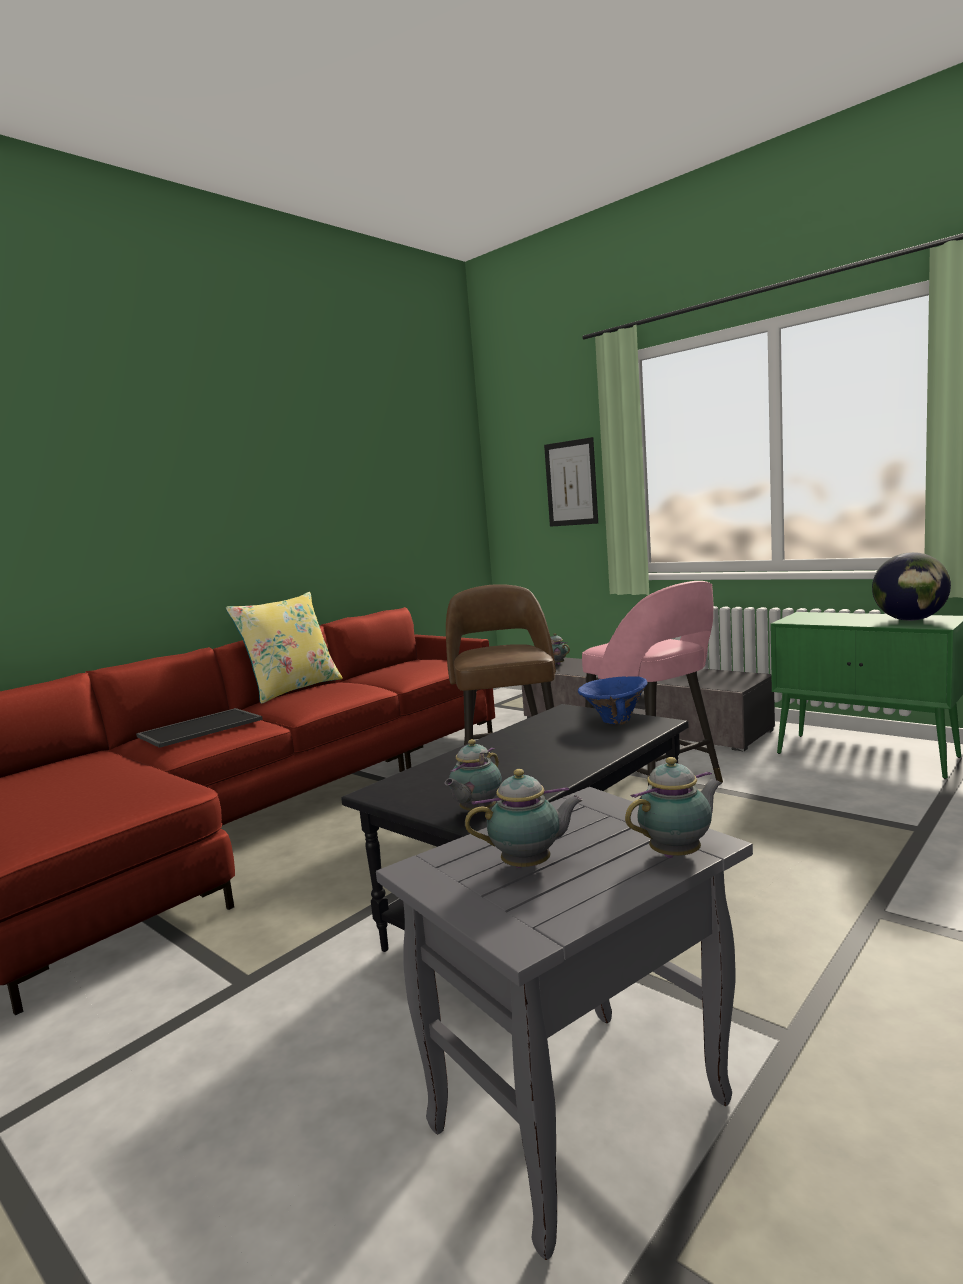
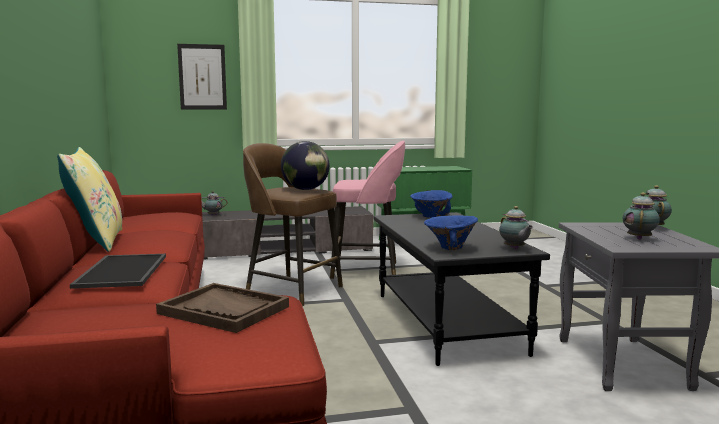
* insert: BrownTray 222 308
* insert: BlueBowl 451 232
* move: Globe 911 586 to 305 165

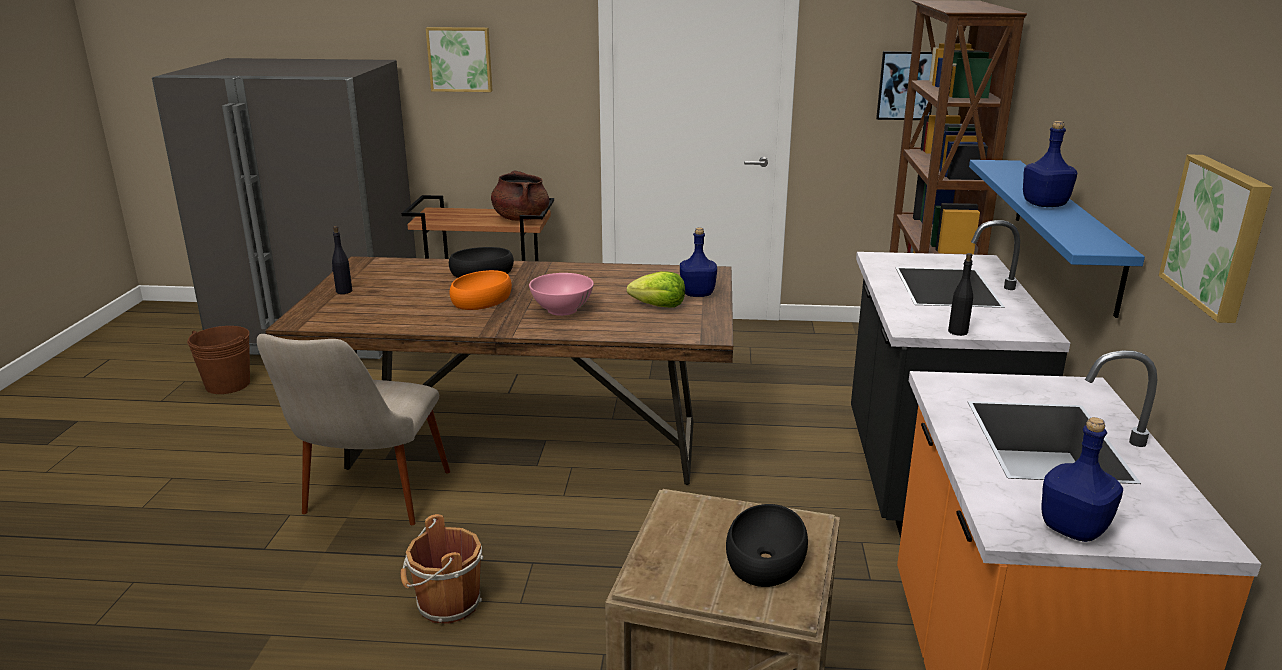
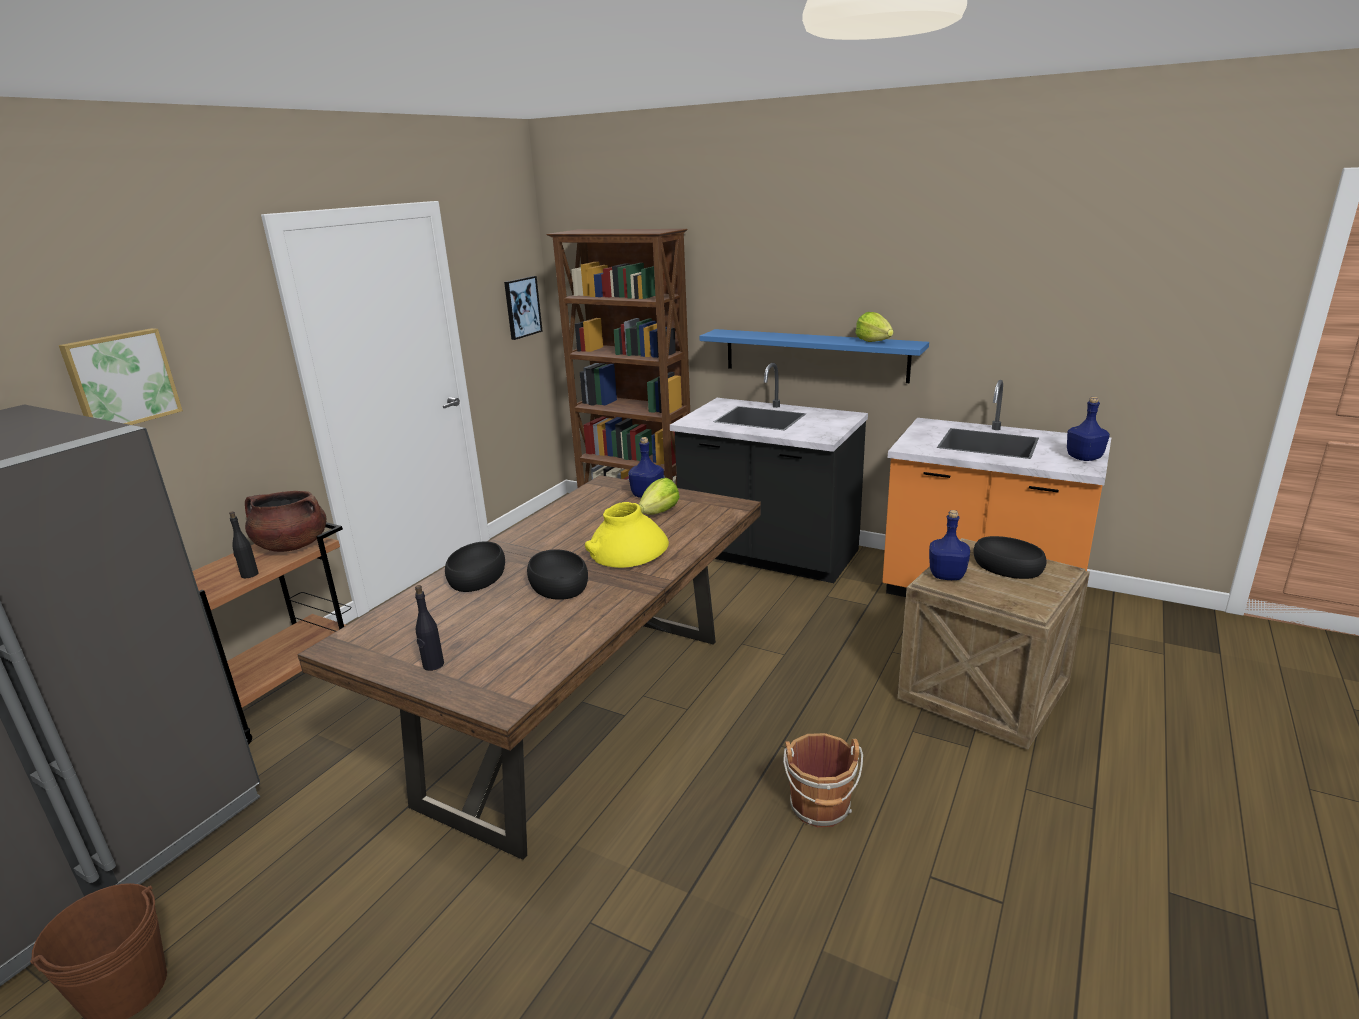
* delete: BeigeChair 353 429
* delete: Picture 1216 238
* insert: Lettuce 874 327
* move: BlackBottle 960 294 to 243 544
* move: BlueBottle 1050 164 to 949 545
* replace: PinkBowl 561 294 to YellowVase 627 535
* recolor: OrangeBowl 481 290 to BlackBowl 557 574

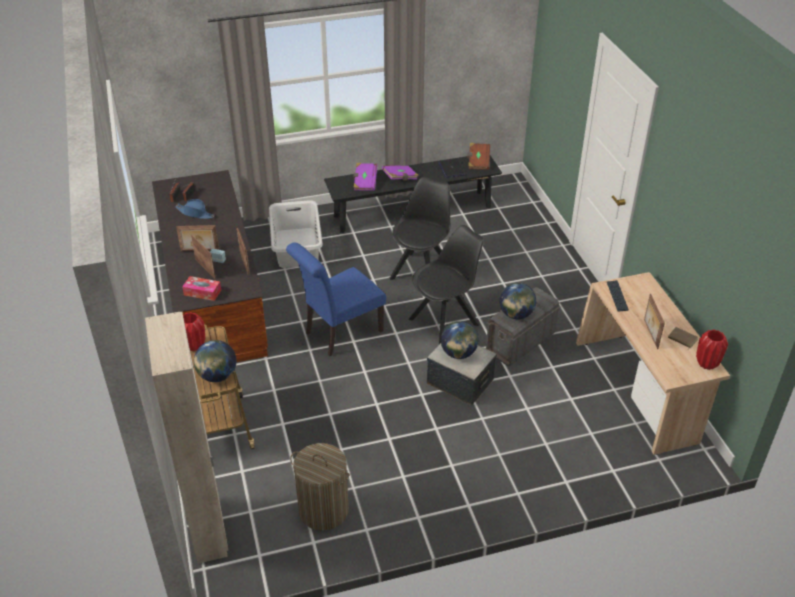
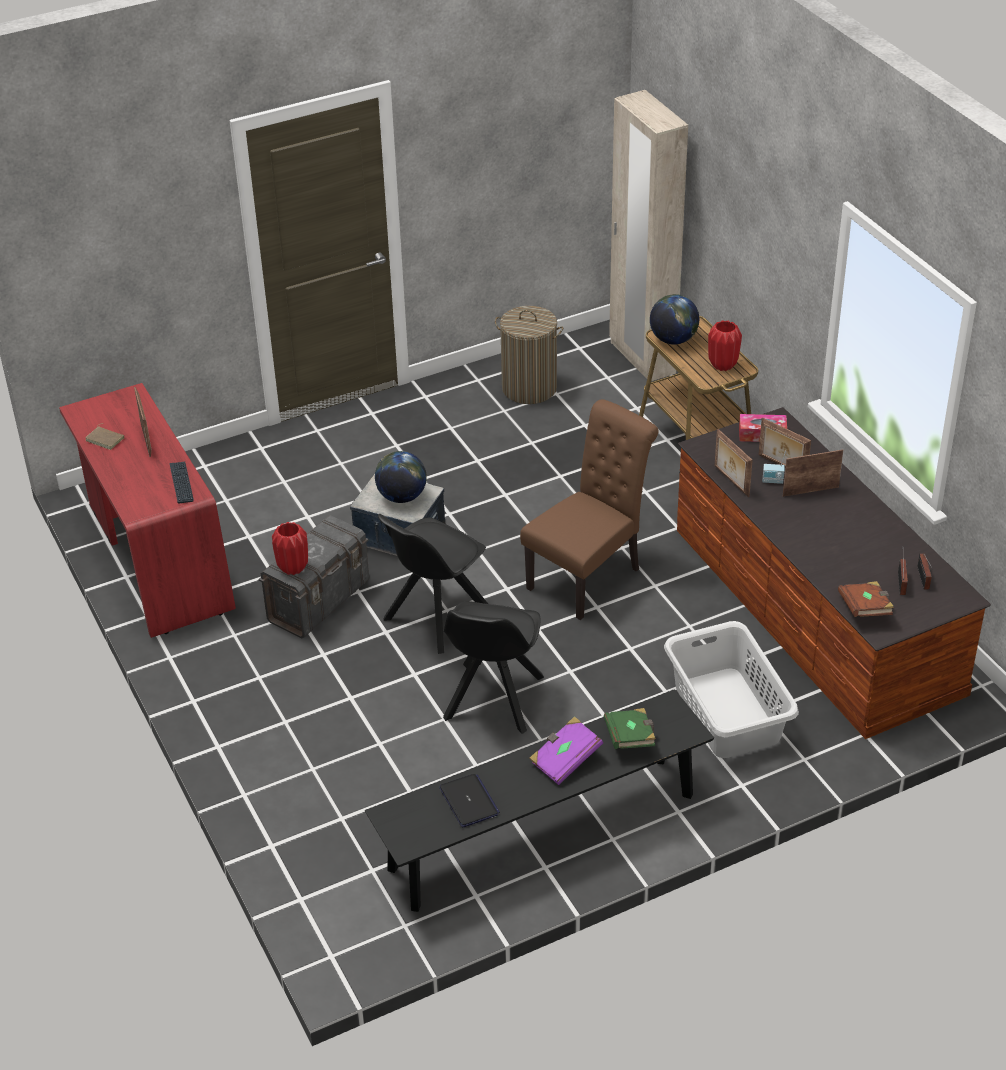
* delete: BlueHat 195 209
* delete: Globe 518 301
* move: BrownBook 478 156 to 866 599
* move: RedVase 712 349 to 290 548
* recolor: BlueChair 336 299 to BrownChair 589 509
* recolor: PurpleBook 365 177 to GreenBook 630 728
* recolor: BeigeDesk 653 363 to RedDesk 147 510

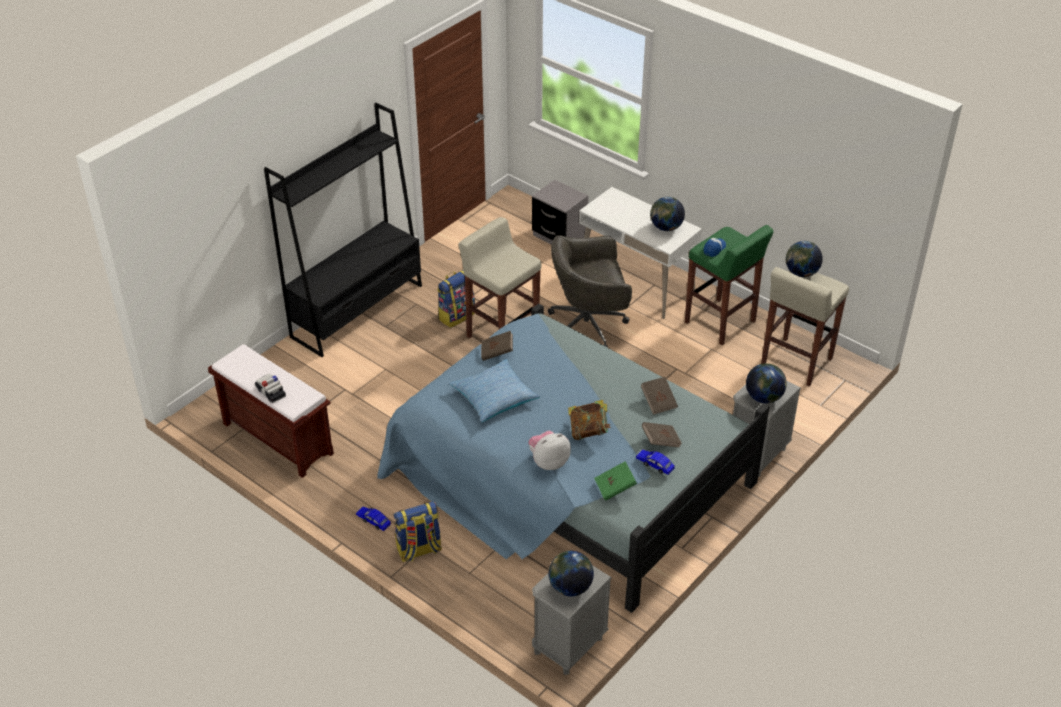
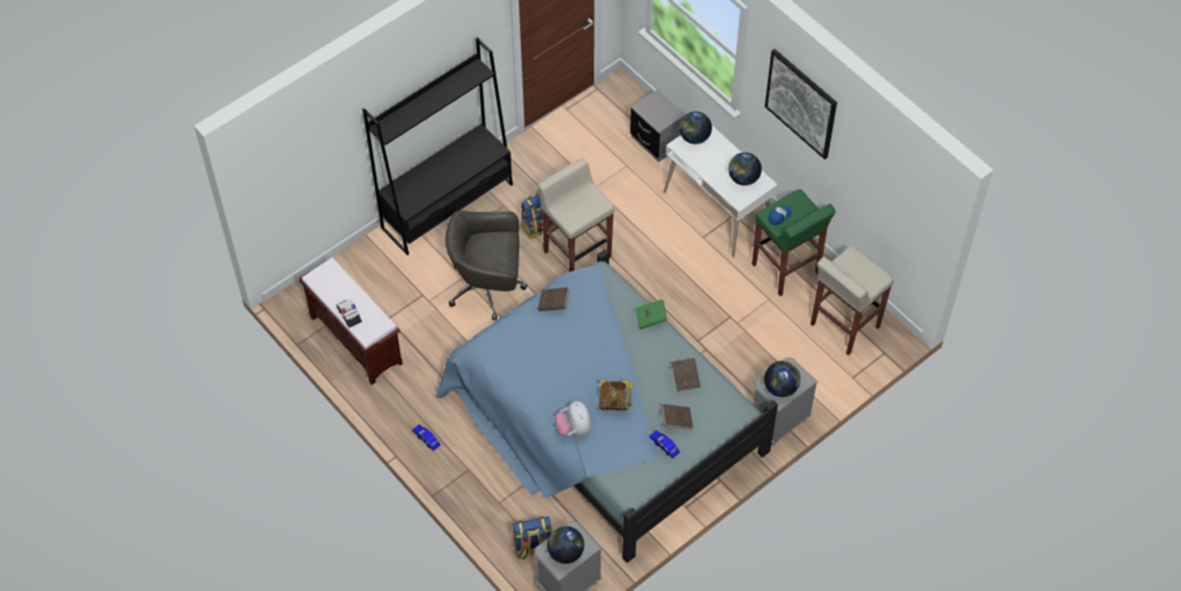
* delete: Pillow 494 390
* insert: Picture 801 104
* move: Backpack 418 531 to 532 538
* move: GreyOfficeChair 590 291 to 486 265
* move: GreenBook 615 481 to 651 314
* move: Globe 804 259 to 695 127
* rotate: PlushToy 550 450 = 573 418 90 degrees counterclockwise

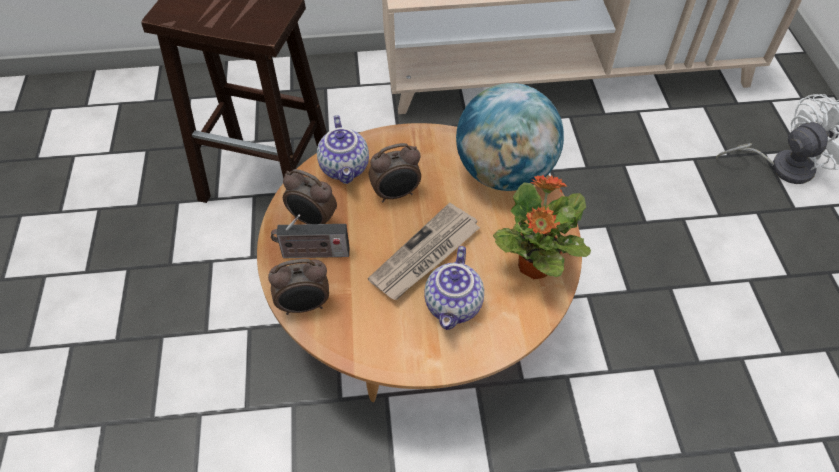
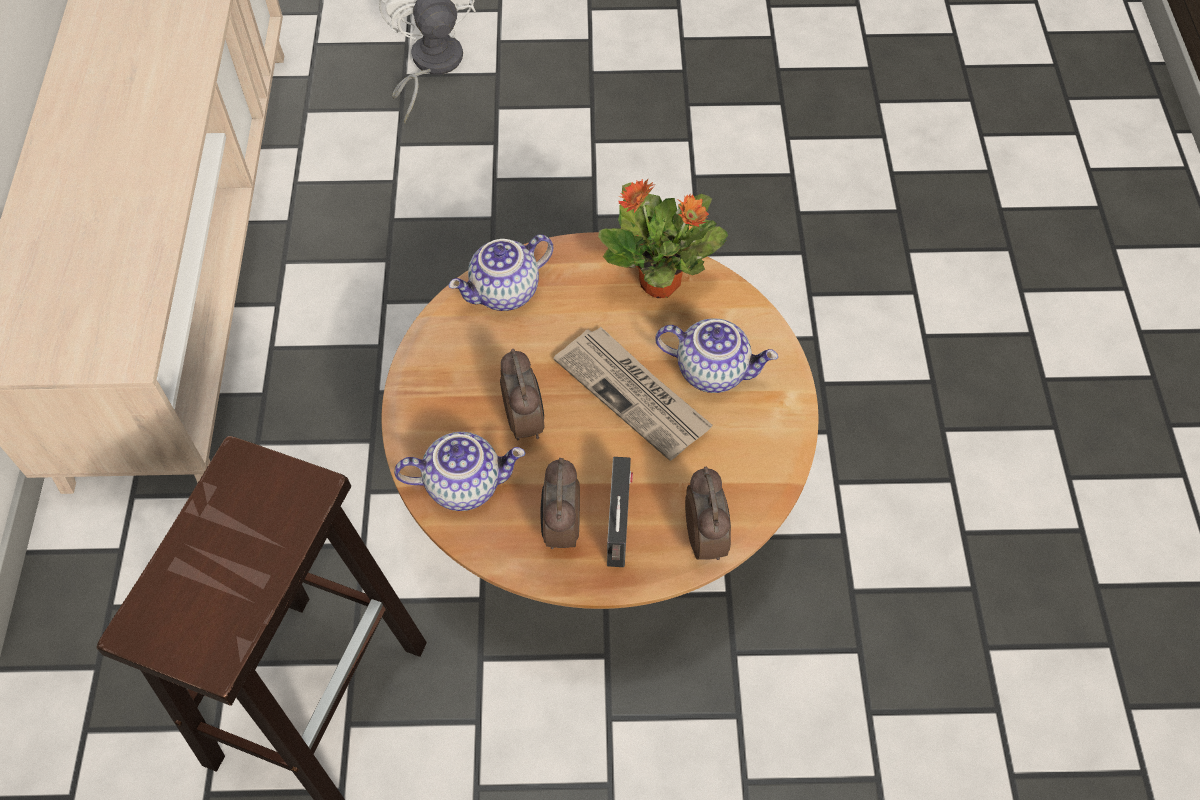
* replace: Globe 510 137 to Teapot 501 272
* rotate: AlarmClock 310 196 = 560 503 150 degrees clockwise

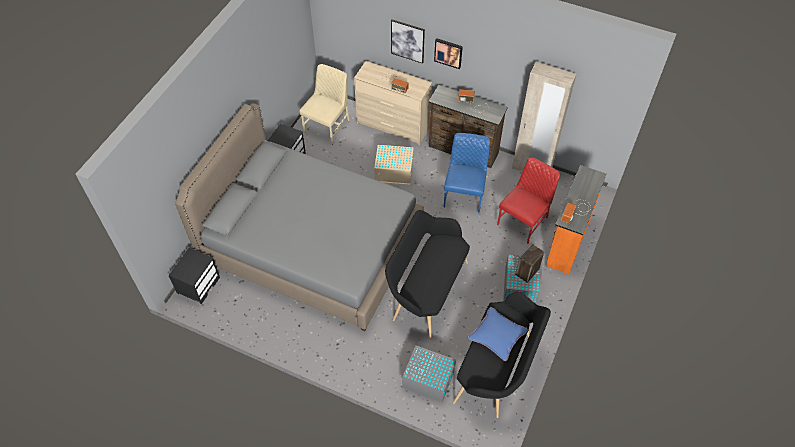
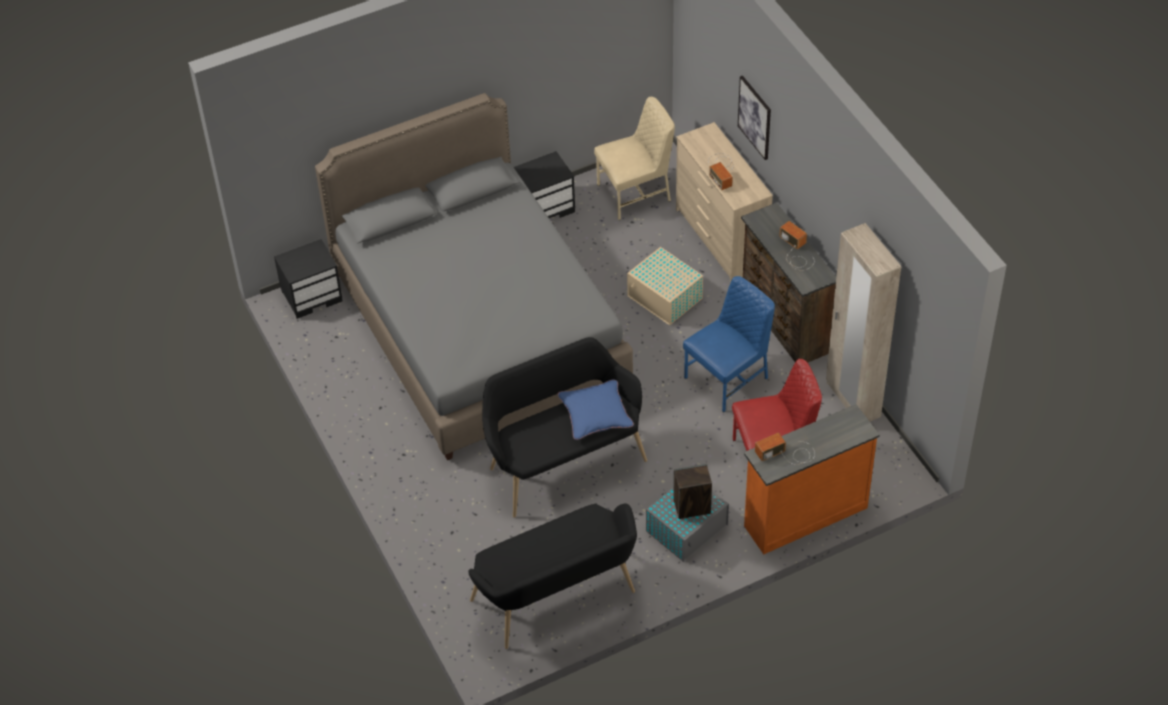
* delete: GreyStorageBox 429 374
* delete: Picture 448 53
* move: BluePillow 498 334 to 596 409

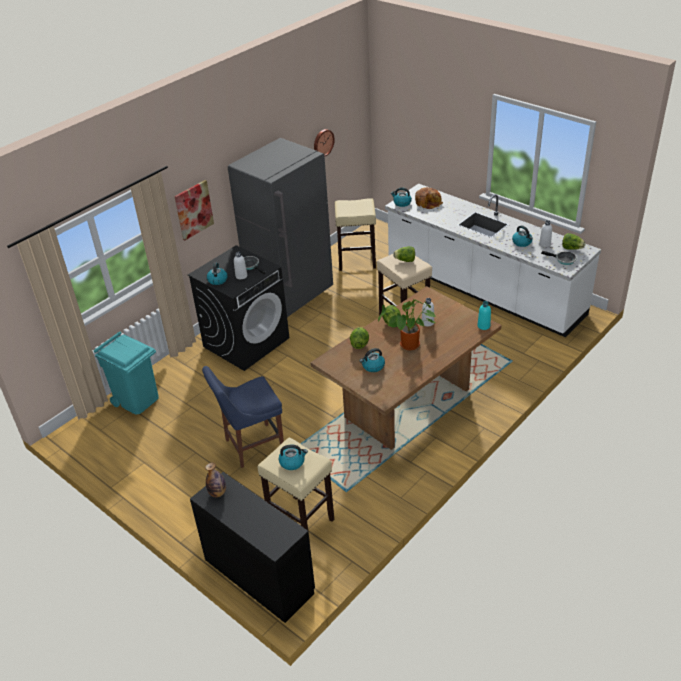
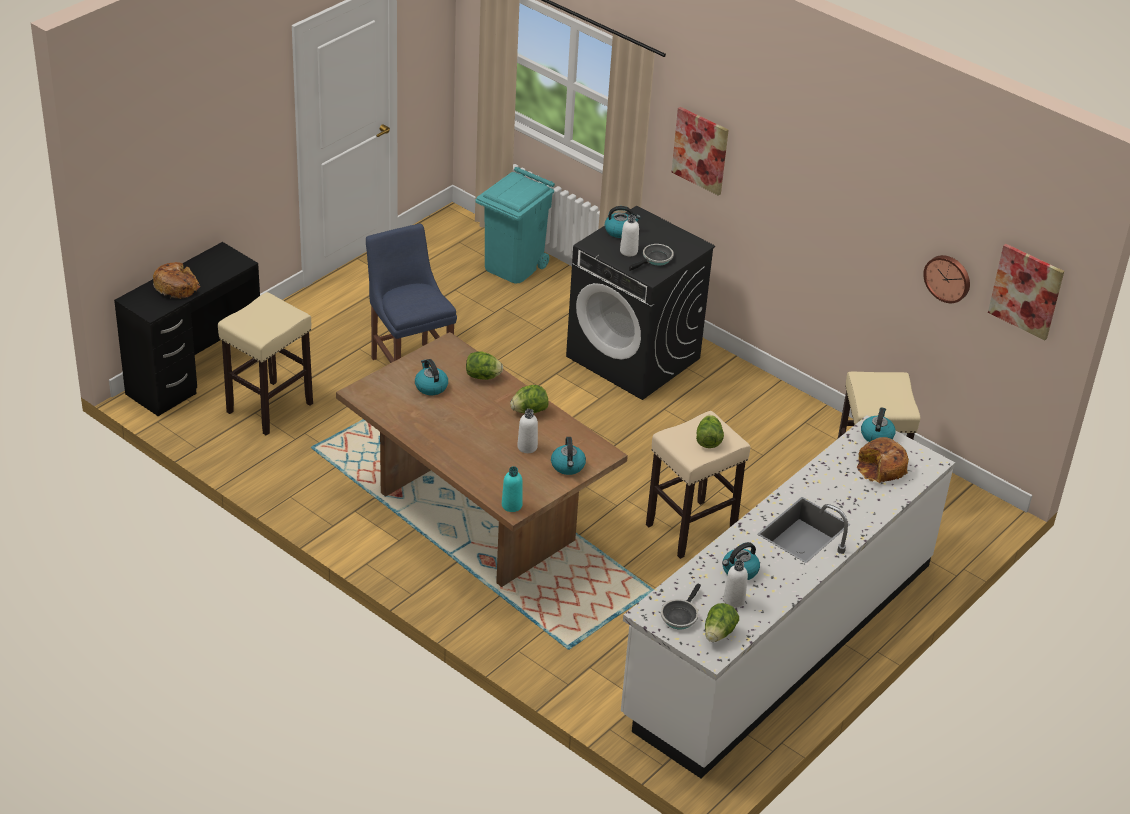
* delete: Bottle 215 480
* delete: GreyFridge 280 227
* delete: PottedPlant 407 324
* insert: Bread 176 280
* insert: Picture 1026 292
* move: Kettle 293 457 to 568 456

